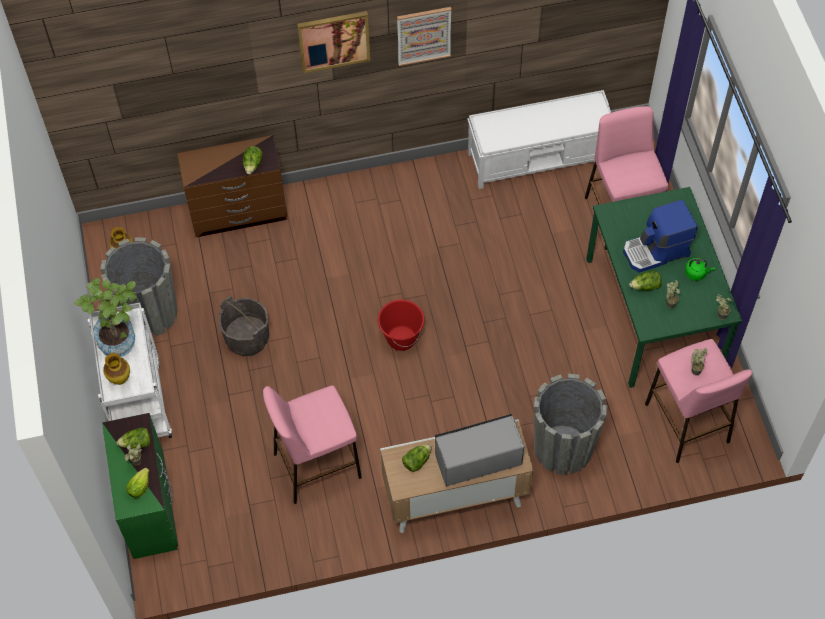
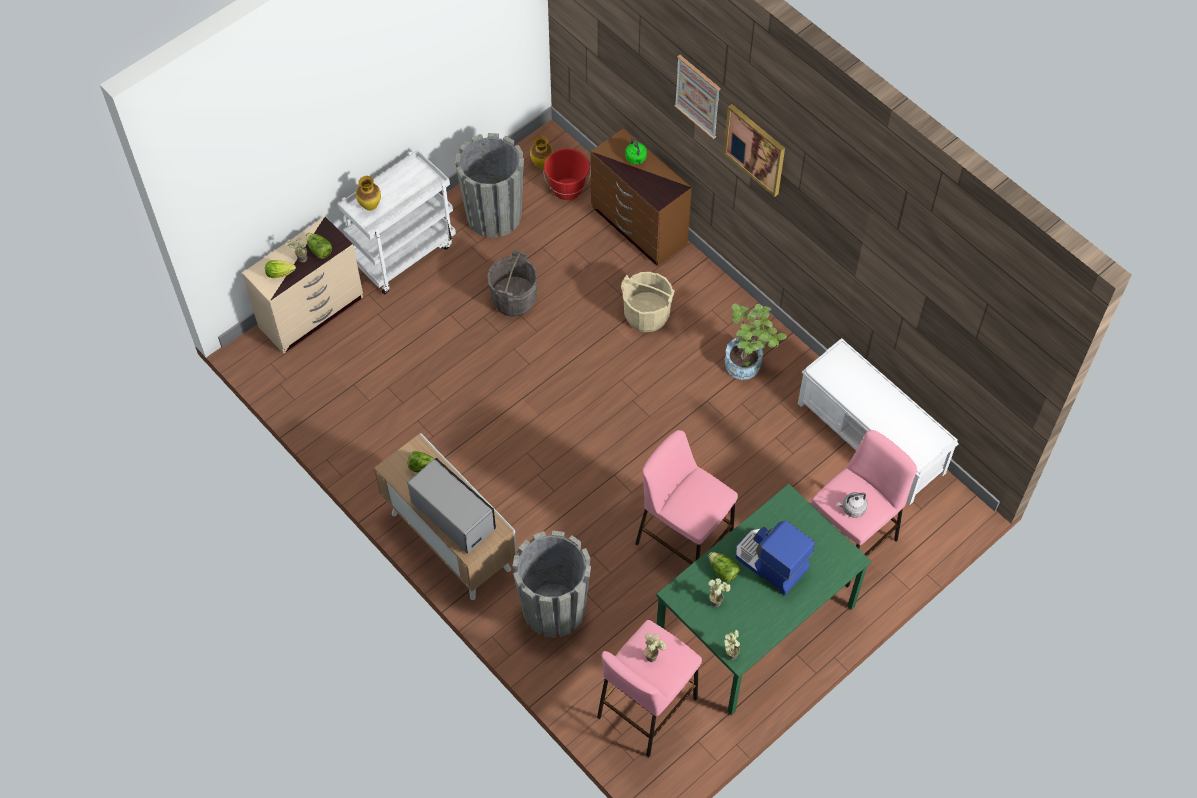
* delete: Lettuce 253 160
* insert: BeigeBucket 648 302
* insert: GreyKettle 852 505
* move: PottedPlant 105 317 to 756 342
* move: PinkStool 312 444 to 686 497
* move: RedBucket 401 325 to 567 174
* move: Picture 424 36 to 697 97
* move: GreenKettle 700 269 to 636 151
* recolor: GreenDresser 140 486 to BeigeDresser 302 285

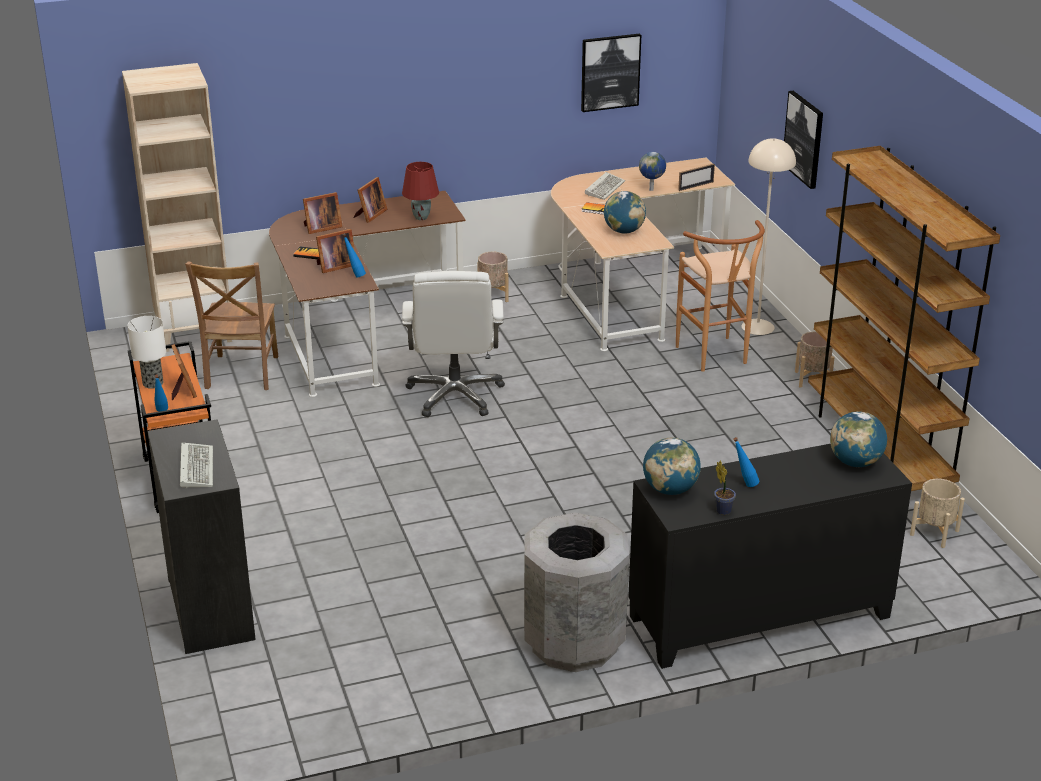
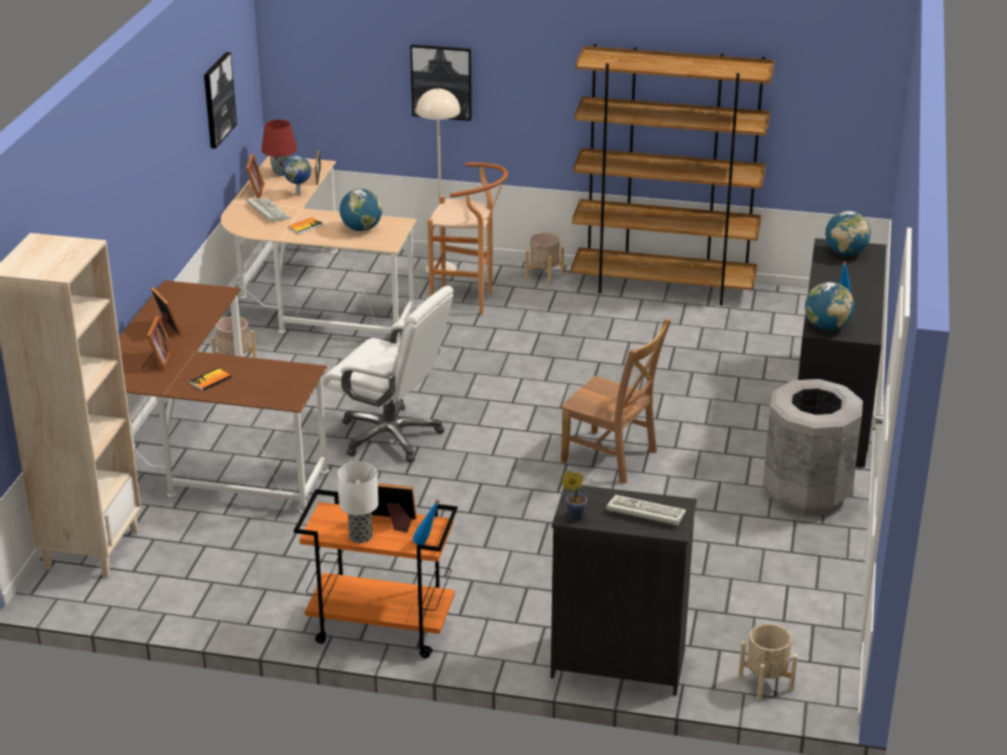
* delete: BlueBottle 354 256
* move: BrownChair 231 325 to 616 401
* move: PictureFrame 335 251 to 253 176
* move: RedTableLamp 420 191 to 279 148
* move: PottedPlant 725 488 to 574 496
* move: BeigePlanter 937 513 to 768 662

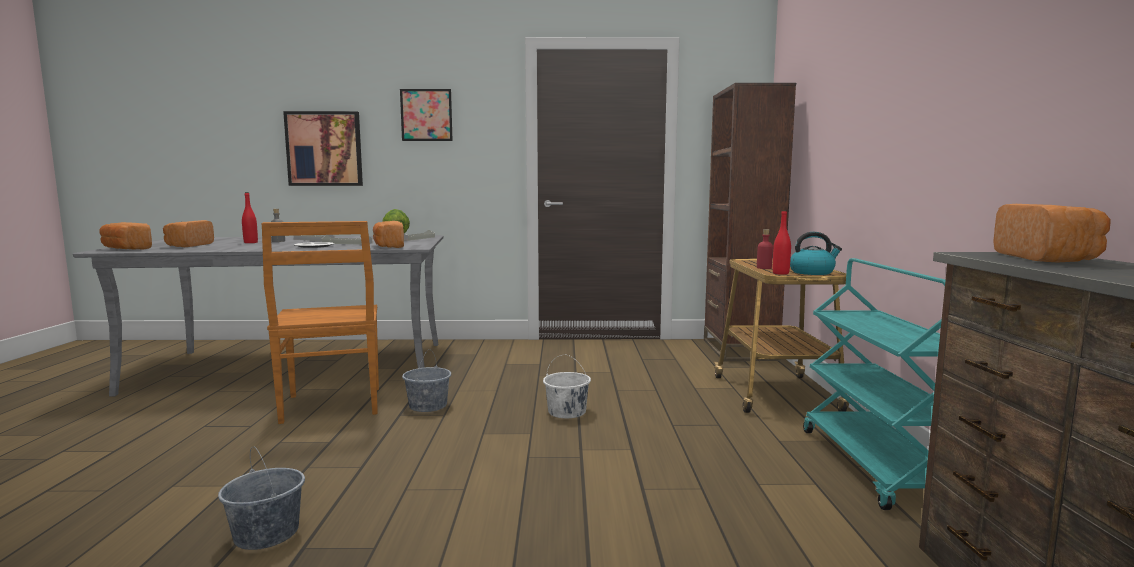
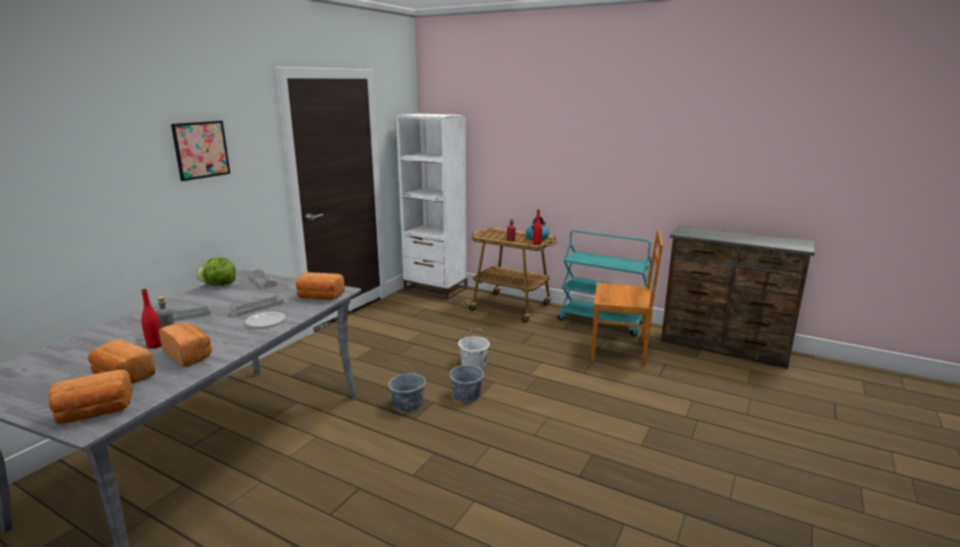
* delete: Picture 323 148
* move: GreyBucket 261 498 to 467 380
* move: BrownChair 320 322 to 627 298
* move: Bread 1052 233 to 185 345
* recolor: BrownBookcase 750 222 to WhiteBookcase 431 206

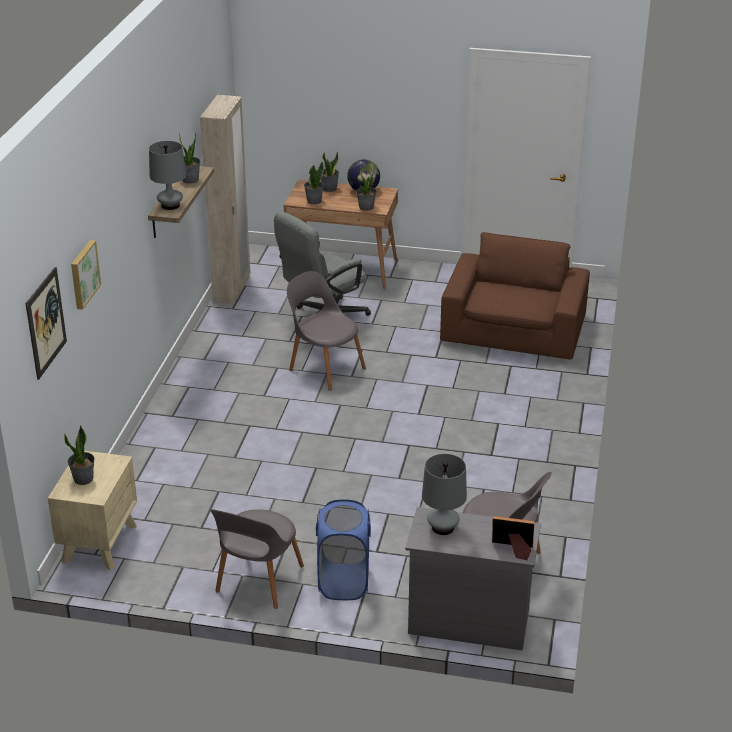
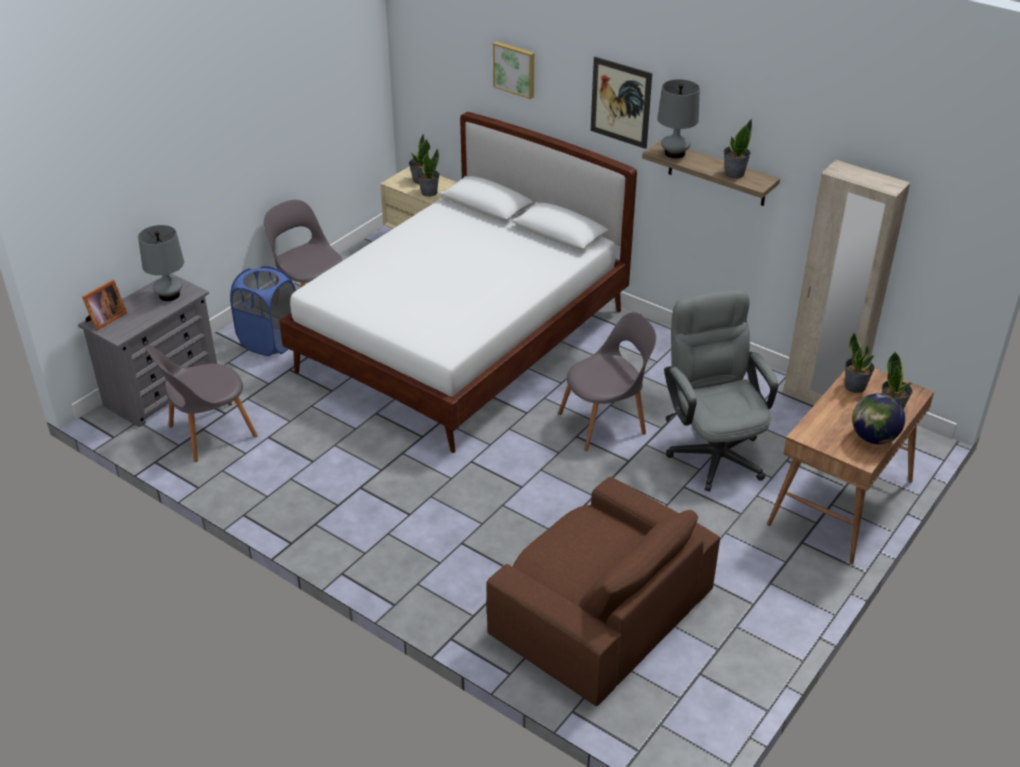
* insert: WhiteBed 458 282
* move: Picture 46 323 to 621 102
* move: PottedPlant 366 188 to 428 172

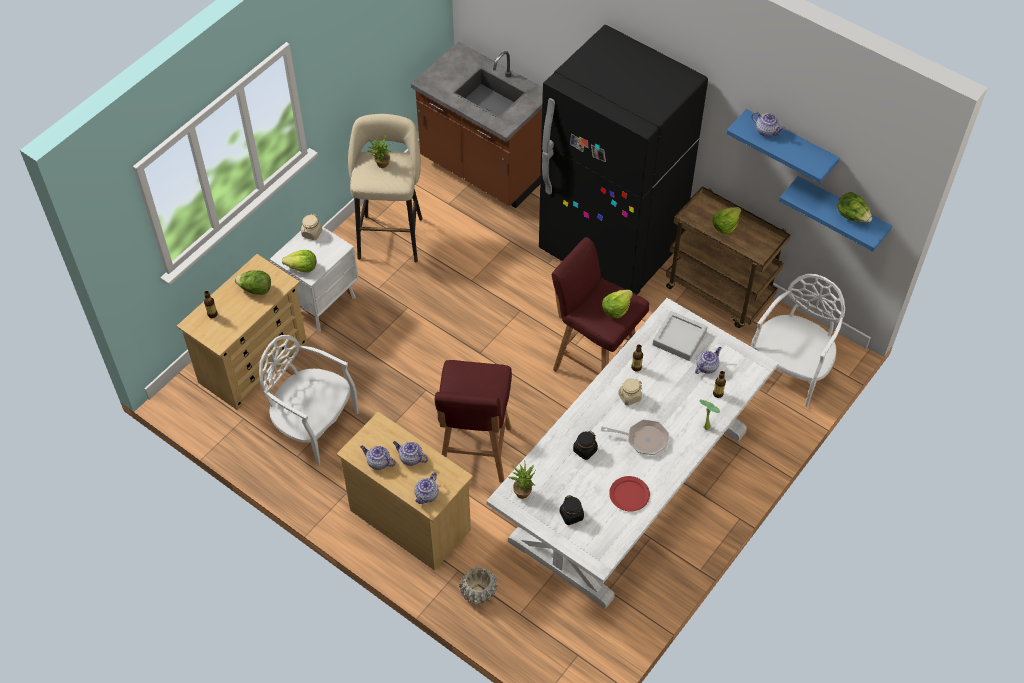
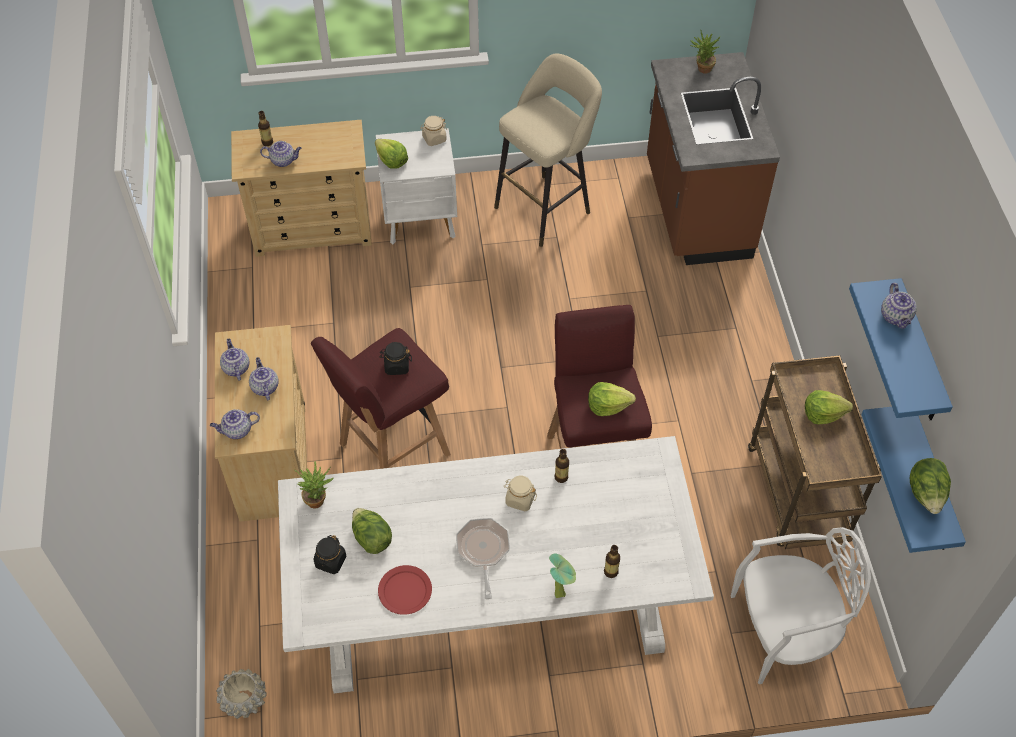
* delete: WhiteChair 309 400
* delete: BlackFridge 623 160
* delete: GreyTray 679 336
* move: Lettuce 252 282 to 372 531
* move: PottedPlant 379 151 to 705 53
* move: BeigePlanter 478 585 to 241 694
* move: BlackJar 585 445 to 396 358
* move: Teapot 708 360 to 281 154
* rotate: FryingPan 635 437 = 483 558 150 degrees counterclockwise

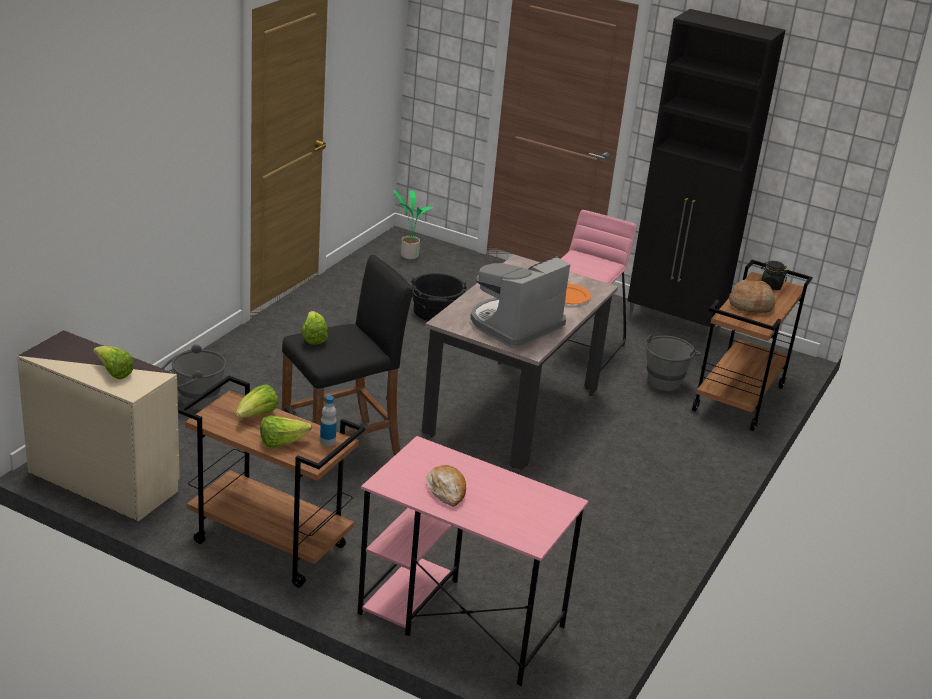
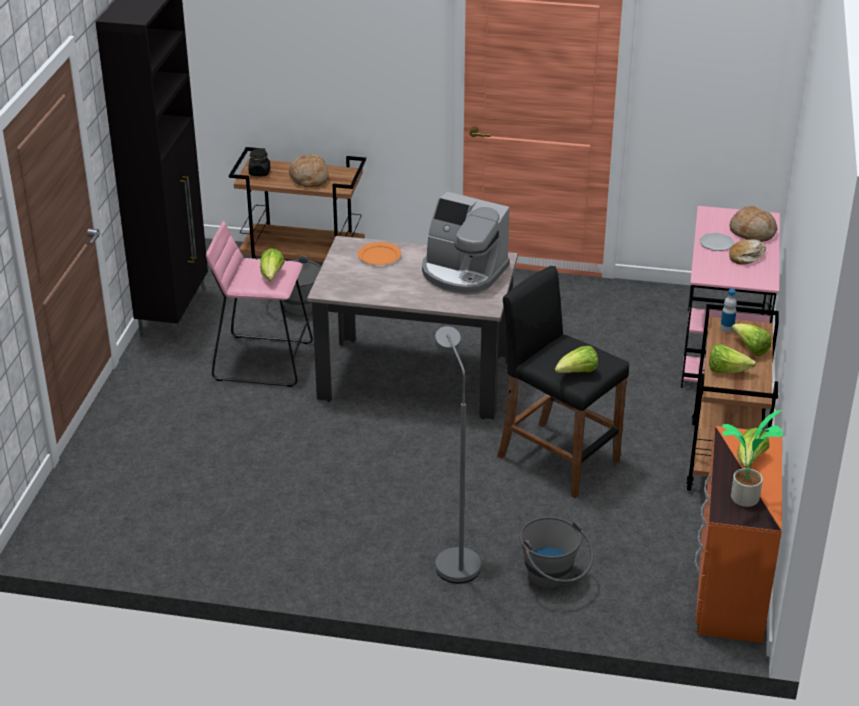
* delete: BlackBucket 439 297
* insert: Lettuce 272 264
* insert: GreyFloorLamp 457 454
* insert: Plate 717 242
* insert: Bread 753 224
* move: PottedPlant 413 224 to 752 458
* recolor: BeigeDresser 98 425 to OrangeDresser 738 534

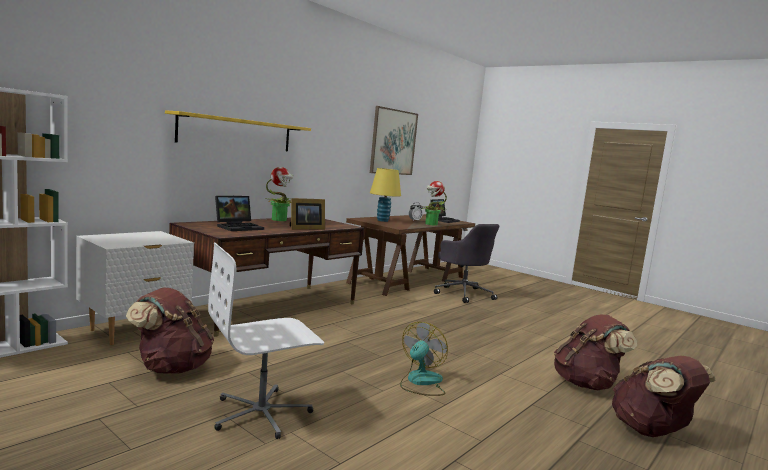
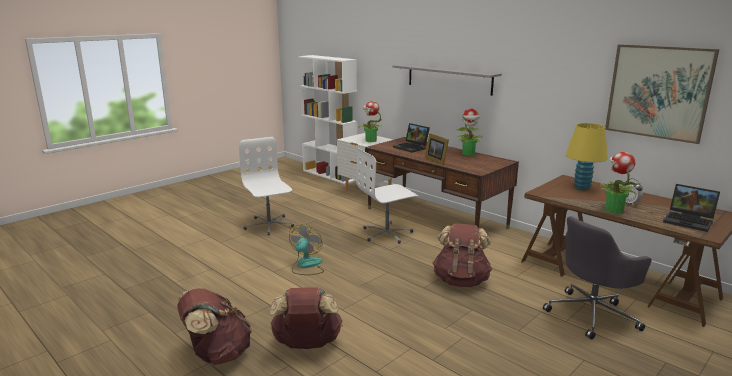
* insert: WhiteOfficeChair 387 196
* insert: PottedPlant 369 121
* move: BrownBackpack 170 330 to 462 255
* recolor: YellowShelf 238 130 to GreyShelf 447 80
* rotate: Fan 424 359 = 306 249 105 degrees counterclockwise

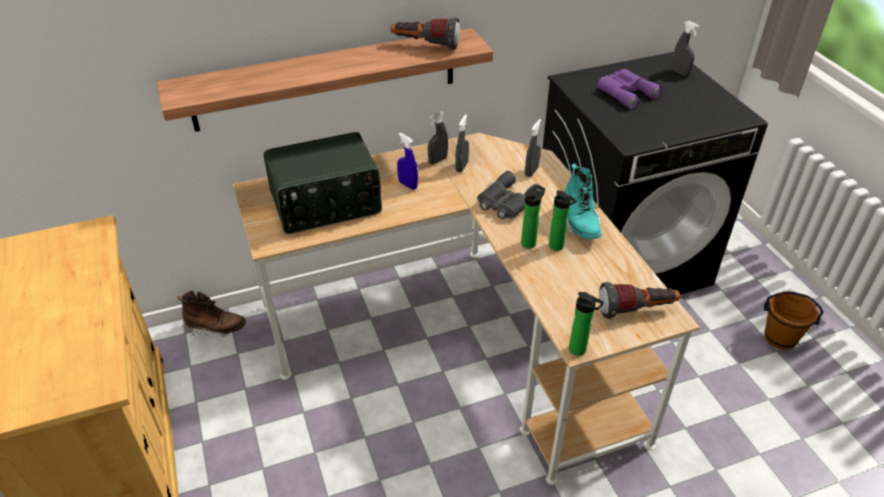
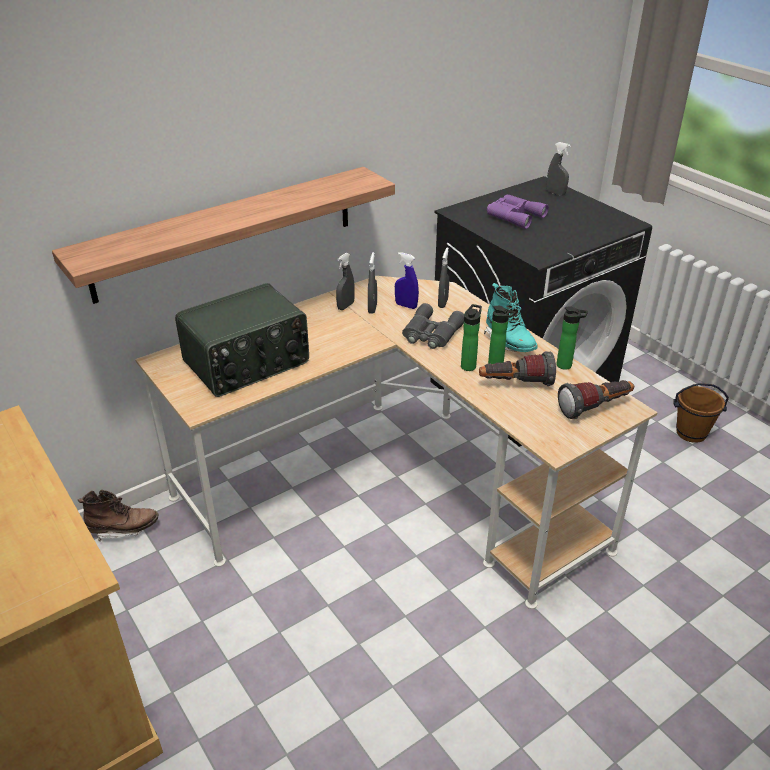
* move: Flashlight 425 33 to 517 368
* move: BlueSprayBottle 407 161 to 407 280
* move: Bottle 586 324 to 572 338

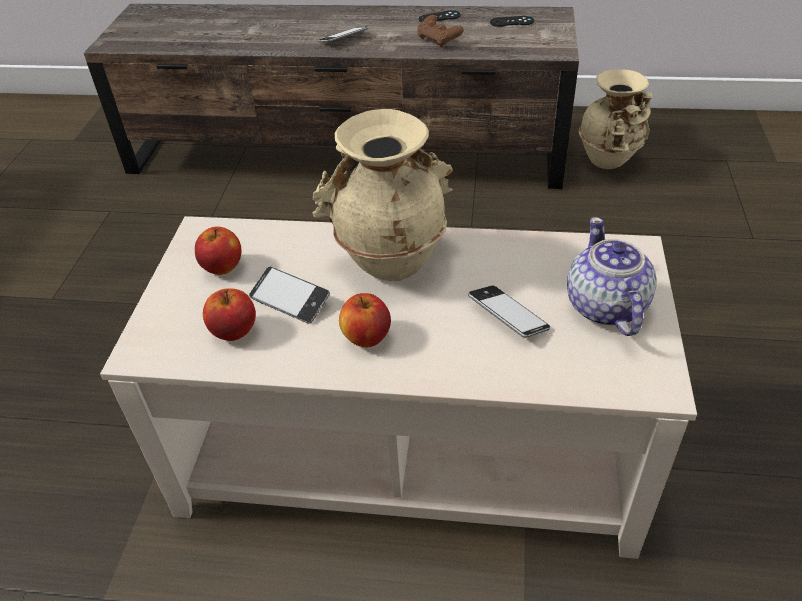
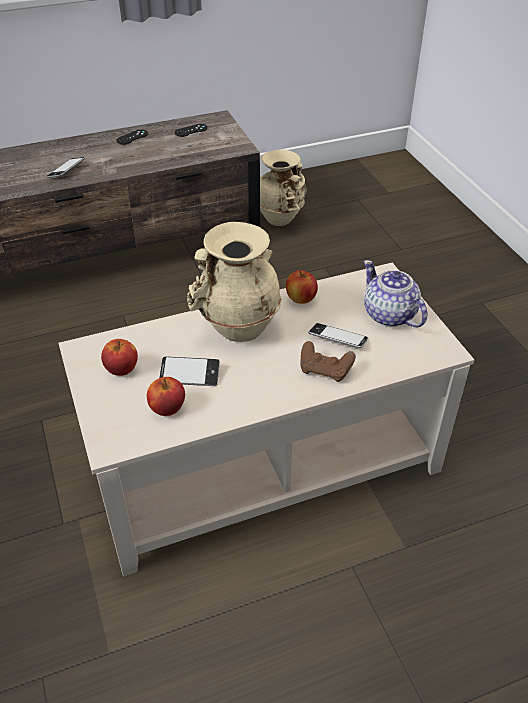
* move: Apple 365 320 to 302 287
* move: BrownGameController 440 31 to 328 361

